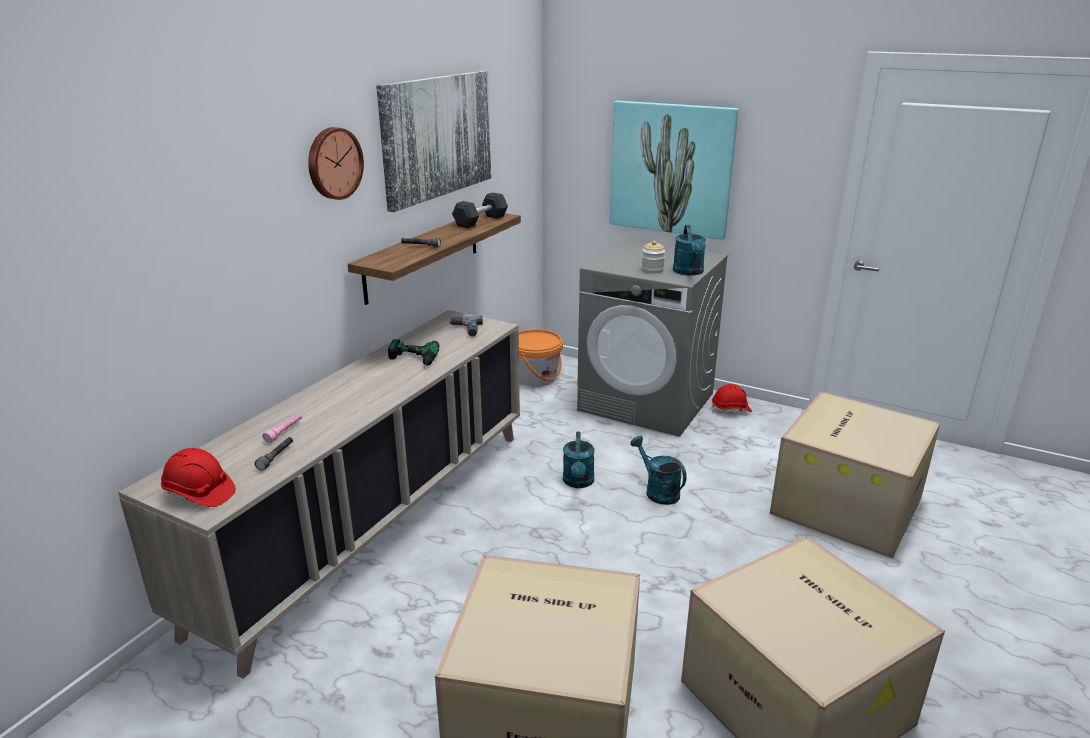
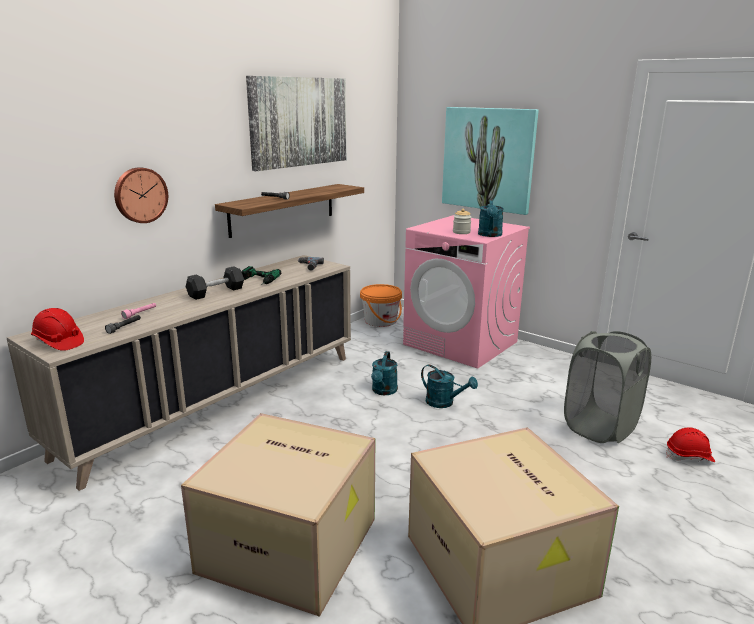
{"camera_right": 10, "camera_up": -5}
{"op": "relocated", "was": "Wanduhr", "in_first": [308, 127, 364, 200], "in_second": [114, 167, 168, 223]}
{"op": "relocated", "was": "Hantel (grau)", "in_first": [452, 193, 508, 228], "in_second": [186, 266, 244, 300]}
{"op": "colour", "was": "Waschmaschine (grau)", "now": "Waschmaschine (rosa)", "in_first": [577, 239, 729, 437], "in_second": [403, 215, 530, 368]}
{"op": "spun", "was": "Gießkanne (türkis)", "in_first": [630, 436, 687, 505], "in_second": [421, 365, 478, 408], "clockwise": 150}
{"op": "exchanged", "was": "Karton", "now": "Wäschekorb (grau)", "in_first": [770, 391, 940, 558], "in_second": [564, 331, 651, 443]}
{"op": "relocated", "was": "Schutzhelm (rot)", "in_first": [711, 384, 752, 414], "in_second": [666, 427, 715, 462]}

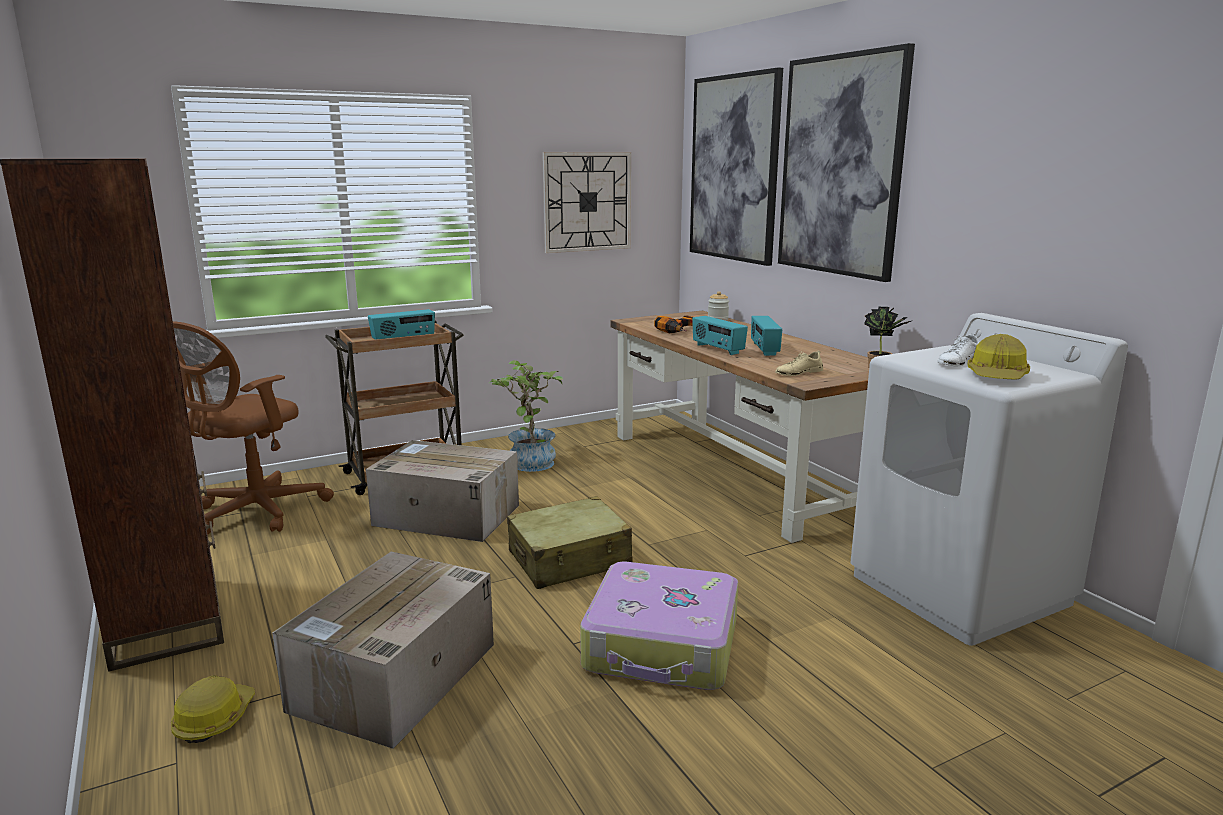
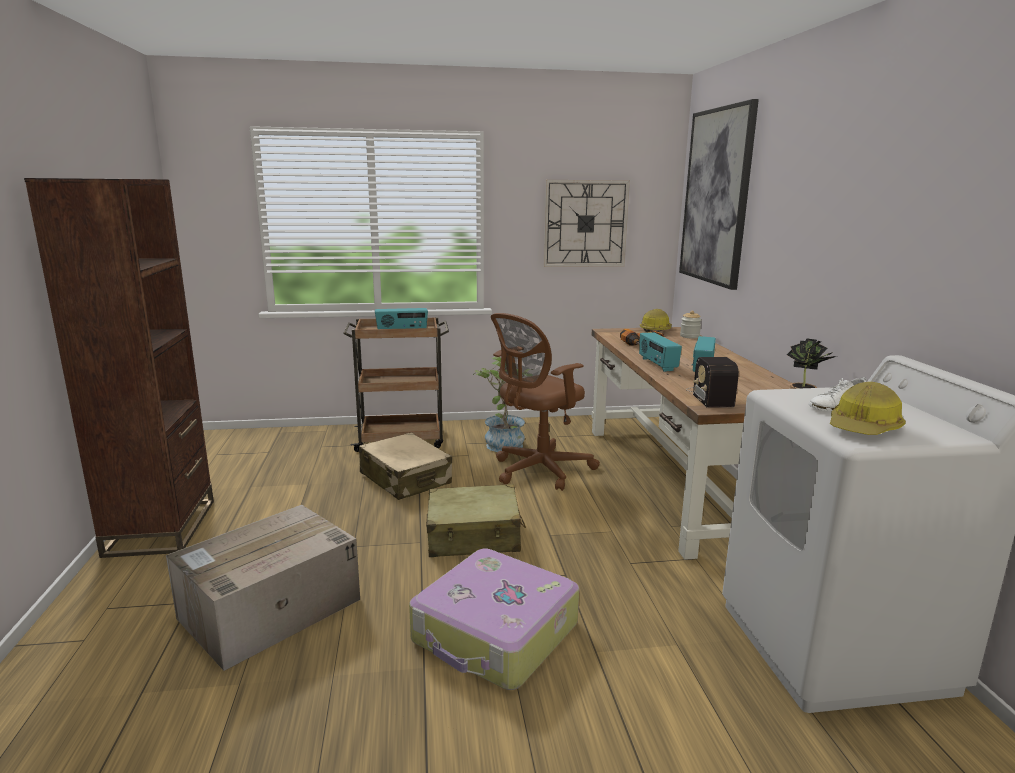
{"camera_right": 20, "camera_up": 0}
{"op": "exchanged", "was": "Karton", "now": "Koffer (beige)", "in_first": [366, 440, 519, 542], "in_second": [359, 432, 452, 500]}
{"op": "relocated", "was": "Bürostuhl (braun)", "in_first": [173, 321, 334, 534], "in_second": [491, 313, 600, 491]}
{"op": "relocated", "was": "Schutzhelm", "in_first": [171, 675, 255, 743], "in_second": [640, 309, 672, 332]}
{"op": "exchanged", "was": "Schuh (beige)", "now": "Radio", "in_first": [775, 351, 823, 376], "in_second": [686, 357, 739, 408]}
{"op": "missing", "was": "Bild", "in_first": [778, 43, 915, 282]}

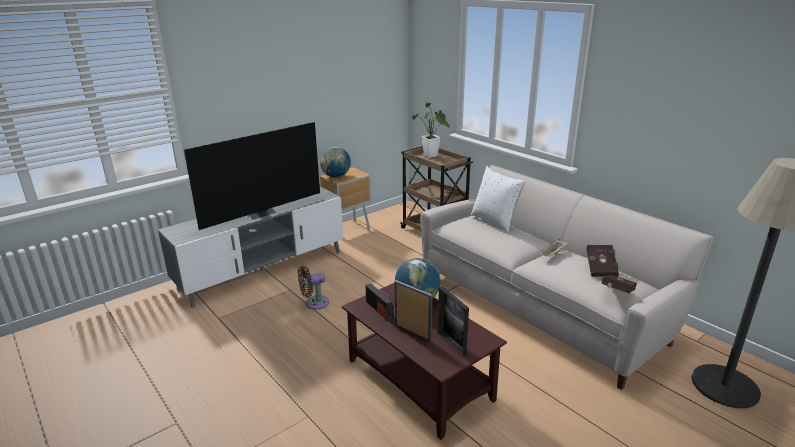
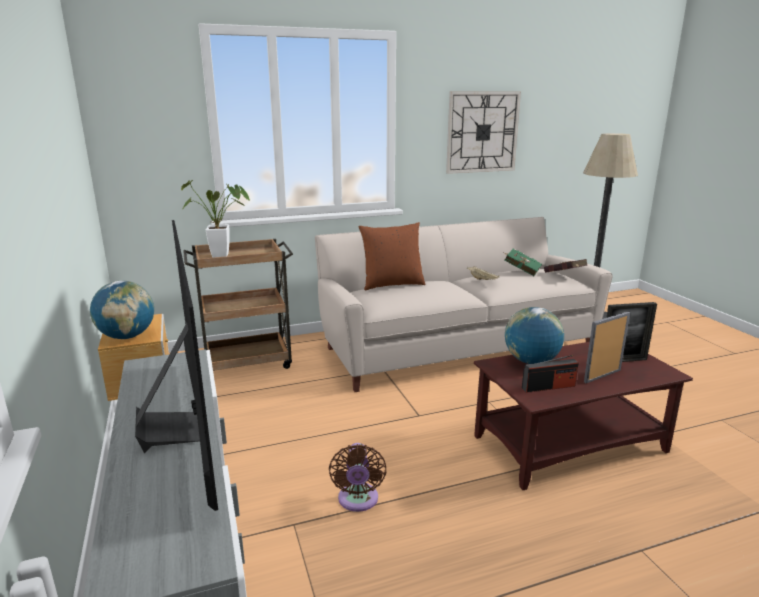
{"camera_right": -70, "camera_up": -5}
{"op": "colour", "was": "Kissen (weiß)", "now": "Kissen (braun)", "in_first": [471, 166, 526, 233], "in_second": [358, 222, 425, 290]}
{"op": "appeared", "now": "Wanduhr", "in_second": [446, 92, 521, 174]}
{"op": "colour", "was": "Buch (rot)", "now": "Buch (grün)", "in_first": [586, 244, 619, 277], "in_second": [504, 249, 542, 276]}

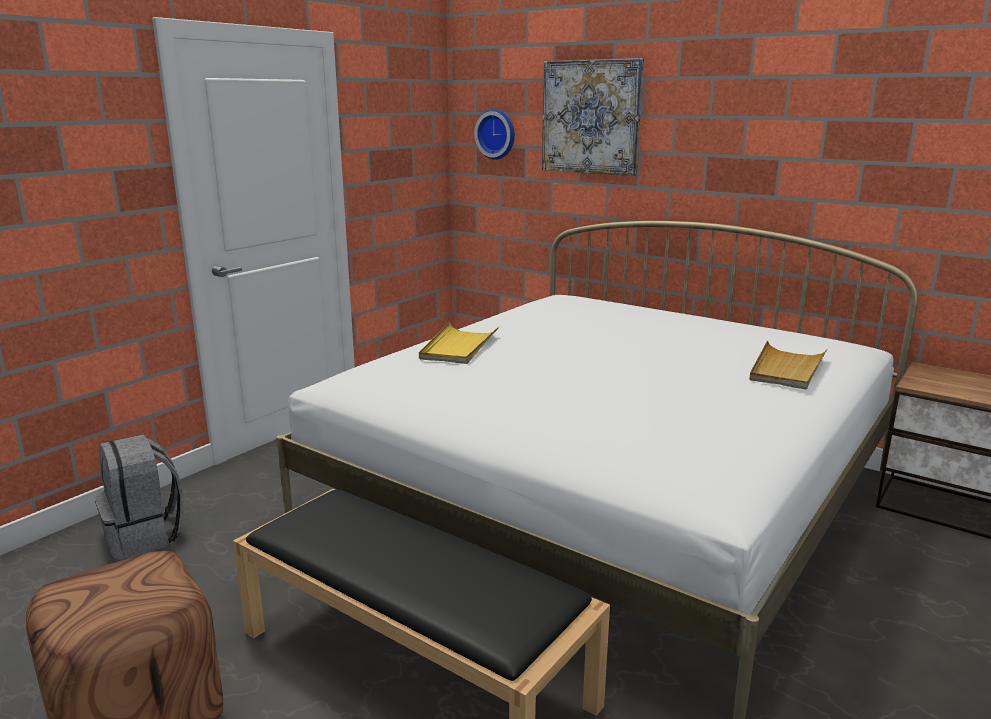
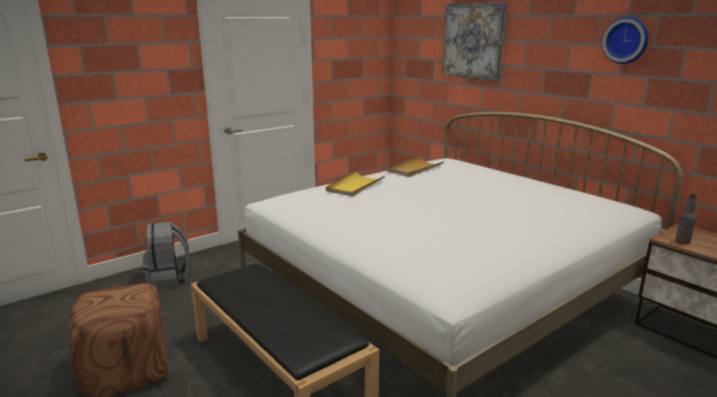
{"camera_right": 15, "camera_up": 0}
{"op": "relocated", "was": "Tablett (beige)", "in_first": [750, 341, 827, 390], "in_second": [387, 156, 444, 177]}
{"op": "relocated", "was": "Wanduhr", "in_first": [474, 109, 515, 160], "in_second": [602, 16, 649, 64]}
{"op": "appeared", "now": "Flasche", "in_second": [675, 194, 697, 244]}

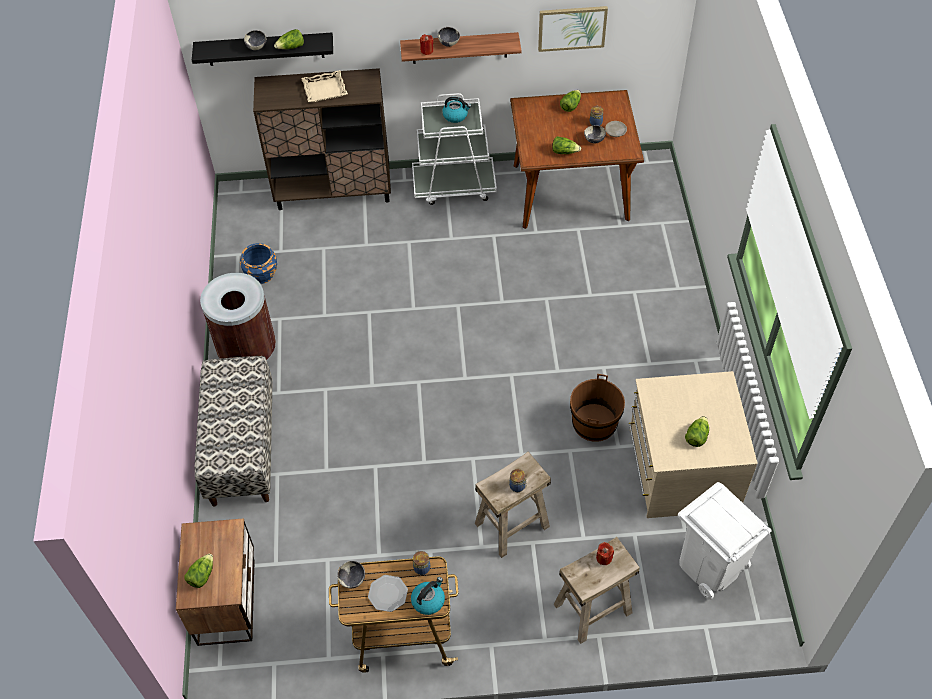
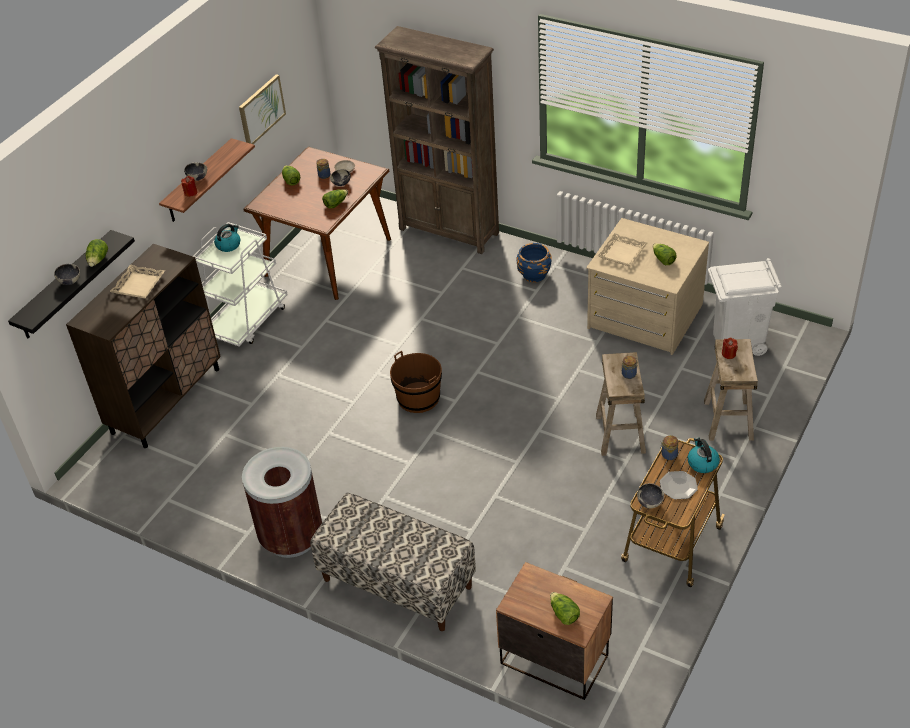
{"camera_right": -55, "camera_up": -10}
{"op": "appeared", "now": "Bücherregal (braun)", "in_second": [375, 26, 499, 254]}
{"op": "relocated", "was": "Eimer (braun)", "in_first": [570, 374, 625, 442], "in_second": [390, 351, 442, 413]}
{"op": "relocated", "was": "Pflanzkübel (blau)", "in_first": [240, 243, 277, 284], "in_second": [517, 243, 551, 282]}
{"op": "appeared", "now": "Tablett (beige)", "in_second": [597, 233, 647, 266]}

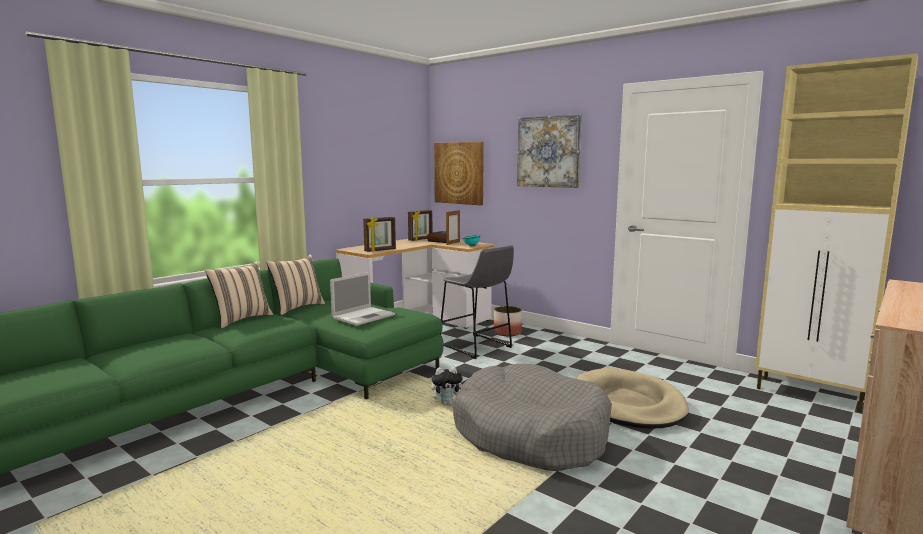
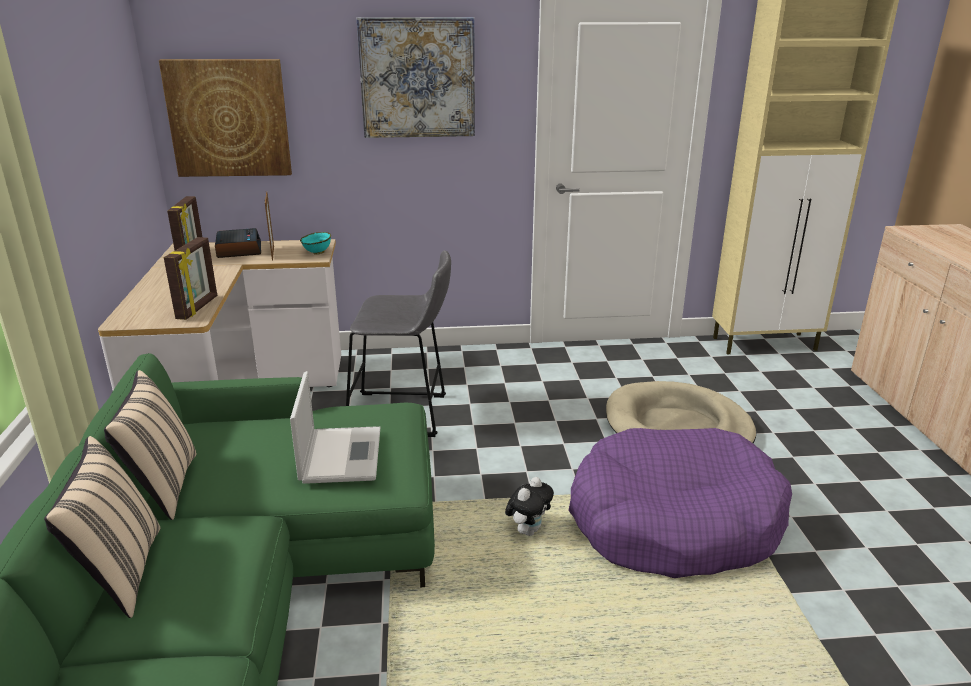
{"camera_right": -45, "camera_up": 15}
{"op": "colour", "was": "Hundebett (grau)", "now": "Hundebett (lila)", "in_first": [453, 364, 612, 471], "in_second": [568, 428, 792, 578]}
{"op": "missing", "was": "Pflanzkübel", "in_first": [494, 306, 522, 336]}

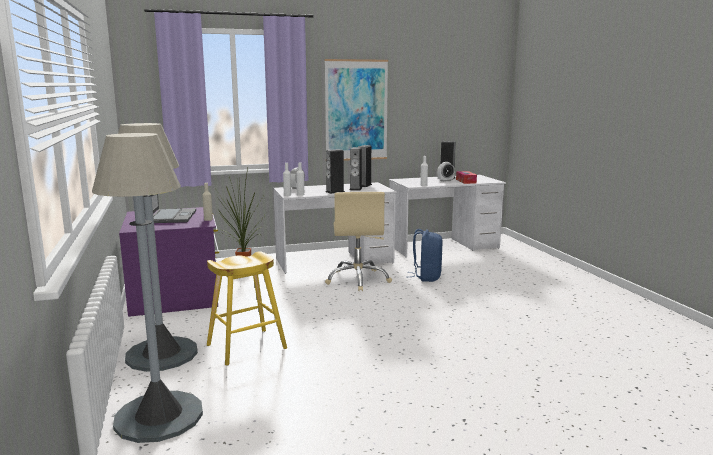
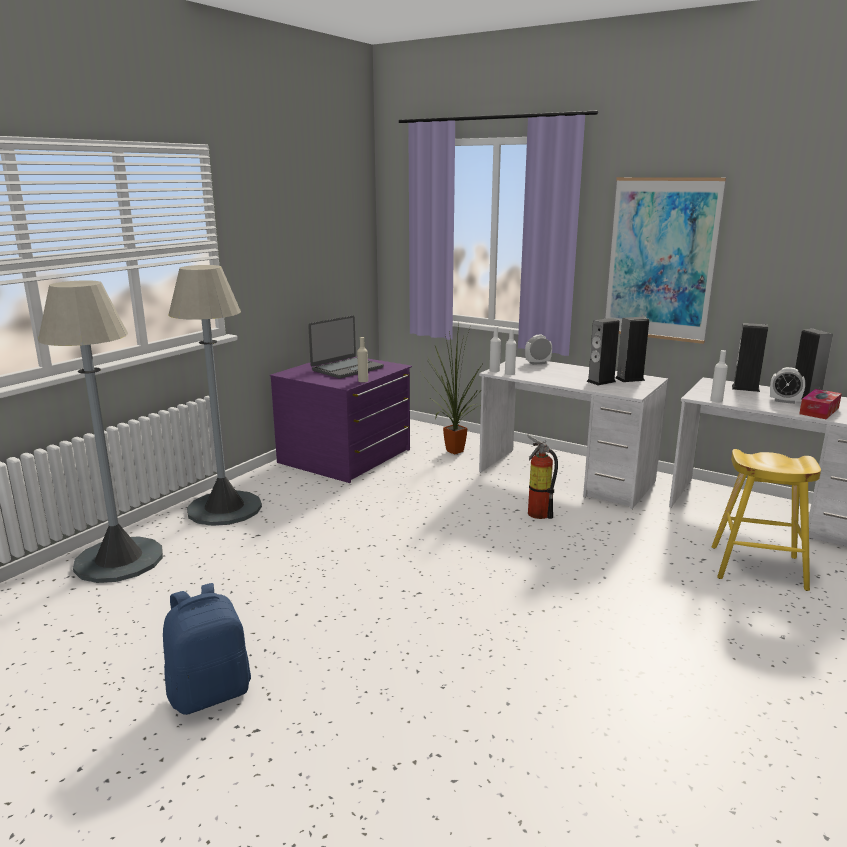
{"camera_right": 50, "camera_up": 5}
{"op": "relocated", "was": "Rucksack (blau)", "in_first": [408, 229, 443, 282], "in_second": [163, 583, 251, 715]}
{"op": "exchanged", "was": "Bürostuhl (beige)", "now": "Feuerlöscher", "in_first": [325, 192, 392, 291], "in_second": [527, 434, 558, 519]}
{"op": "relocated", "was": "Hocker (gelb)", "in_first": [207, 251, 287, 366], "in_second": [712, 449, 821, 591]}
{"op": "relocated", "was": "Lautsprecher", "in_first": [326, 149, 345, 194], "in_second": [732, 323, 768, 392]}

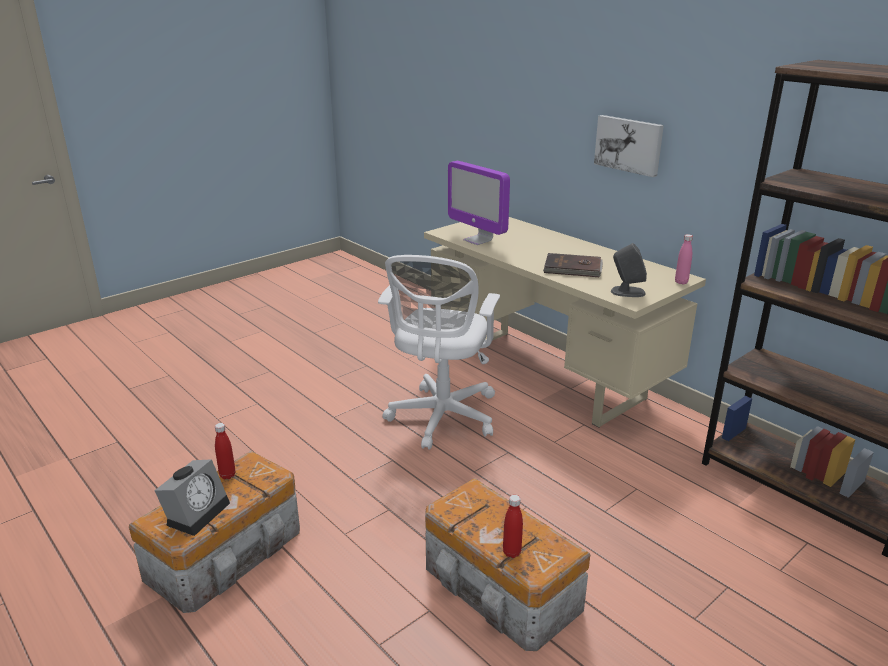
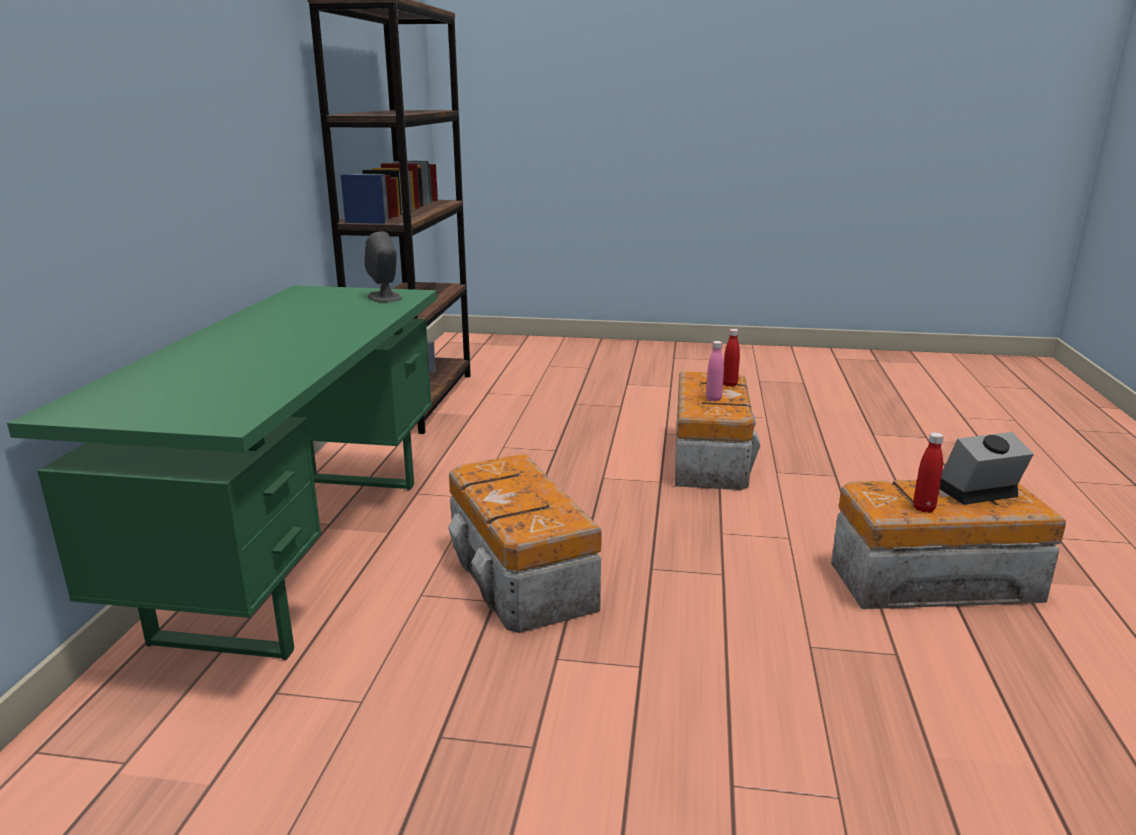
{"camera_right": -130, "camera_up": -5}
{"op": "colour", "was": "Schreibtisch (beige)", "now": "Schreibtisch (grün)", "in_first": [424, 217, 706, 428], "in_second": [7, 285, 437, 660]}
{"op": "exchanged", "was": "Bürostuhl (weiß)", "now": "Aufbewahrungsbox", "in_first": [378, 255, 500, 450], "in_second": [448, 454, 602, 633]}
{"op": "relocated", "was": "Flasche (rosa)", "in_first": [675, 234, 693, 284], "in_second": [706, 341, 724, 402]}
{"op": "missing", "was": "Monitor", "in_first": [448, 161, 510, 245]}
{"op": "missing", "was": "Buch (braun)", "in_first": [543, 253, 603, 277]}
{"op": "missing", "was": "Bild", "in_first": [594, 115, 664, 177]}

